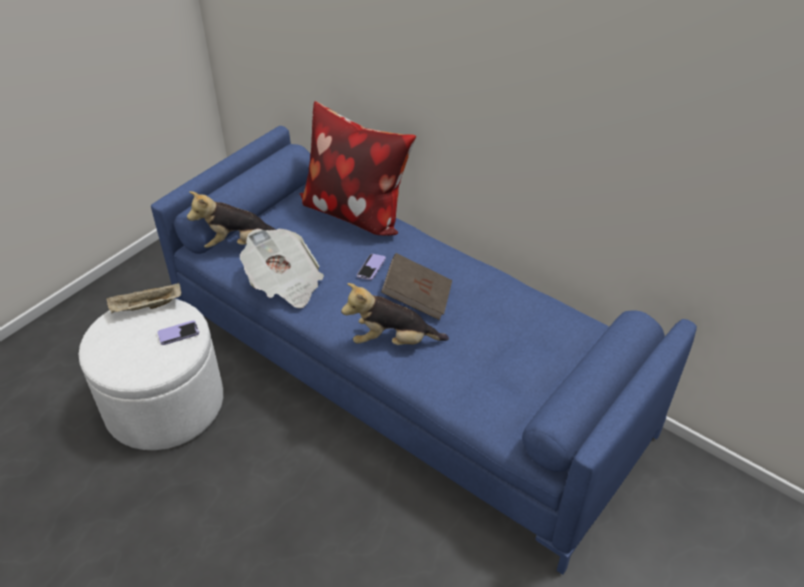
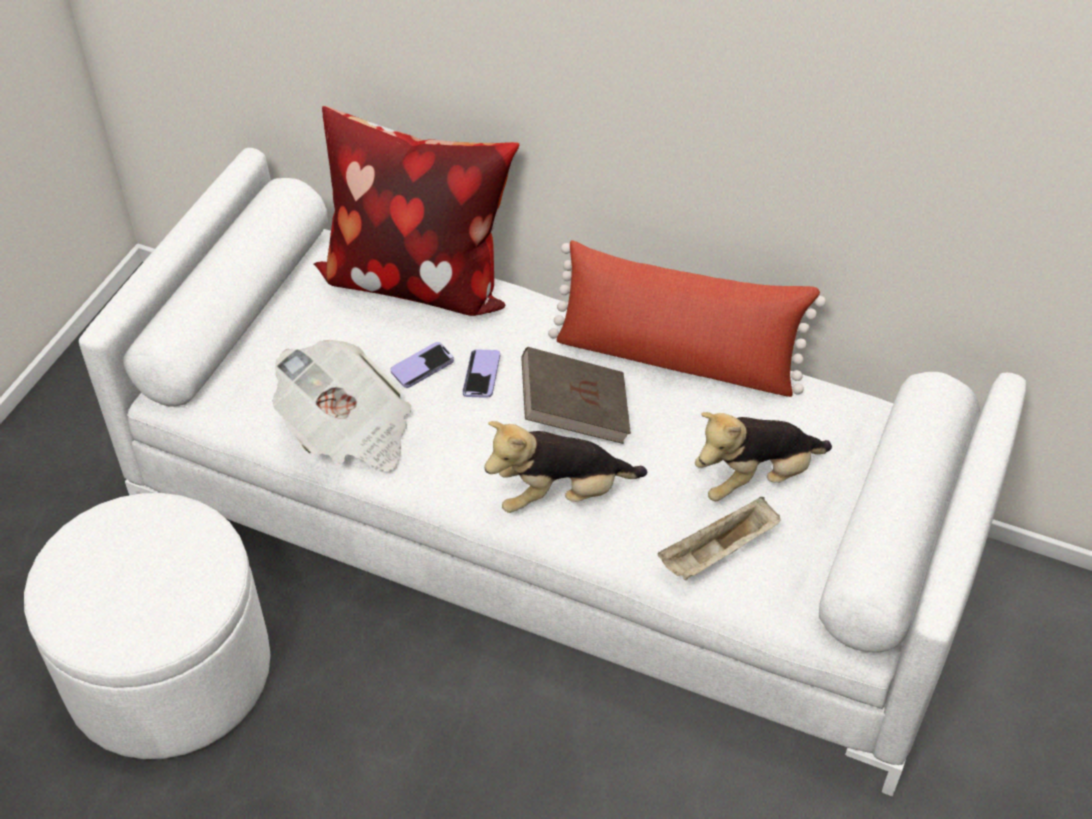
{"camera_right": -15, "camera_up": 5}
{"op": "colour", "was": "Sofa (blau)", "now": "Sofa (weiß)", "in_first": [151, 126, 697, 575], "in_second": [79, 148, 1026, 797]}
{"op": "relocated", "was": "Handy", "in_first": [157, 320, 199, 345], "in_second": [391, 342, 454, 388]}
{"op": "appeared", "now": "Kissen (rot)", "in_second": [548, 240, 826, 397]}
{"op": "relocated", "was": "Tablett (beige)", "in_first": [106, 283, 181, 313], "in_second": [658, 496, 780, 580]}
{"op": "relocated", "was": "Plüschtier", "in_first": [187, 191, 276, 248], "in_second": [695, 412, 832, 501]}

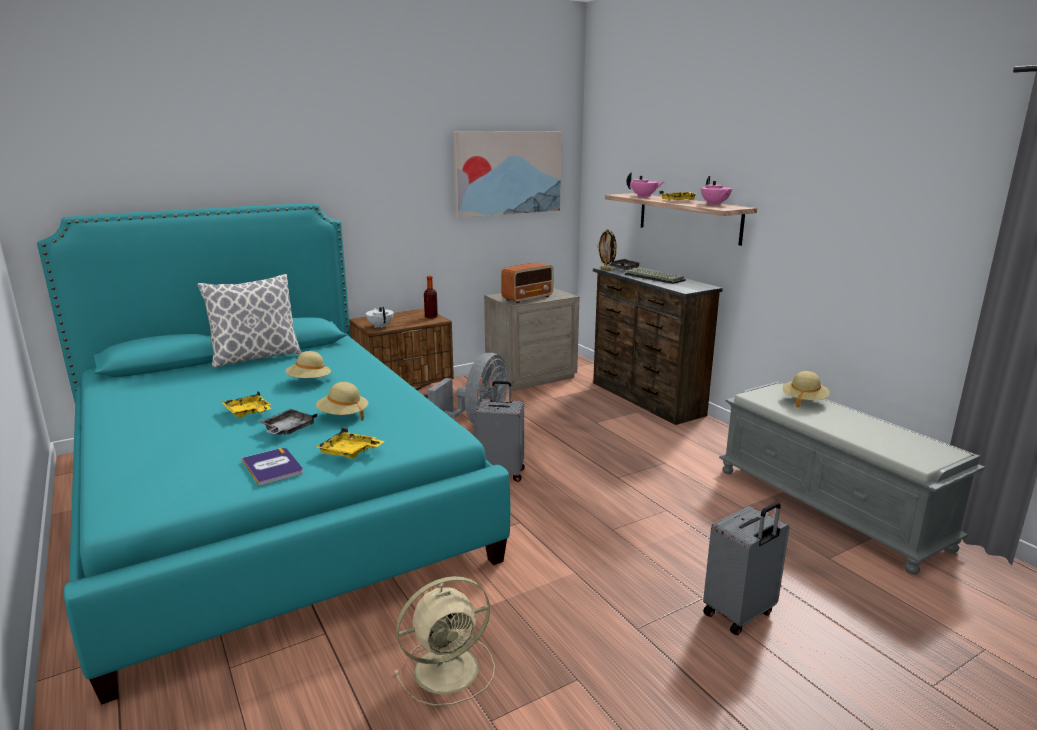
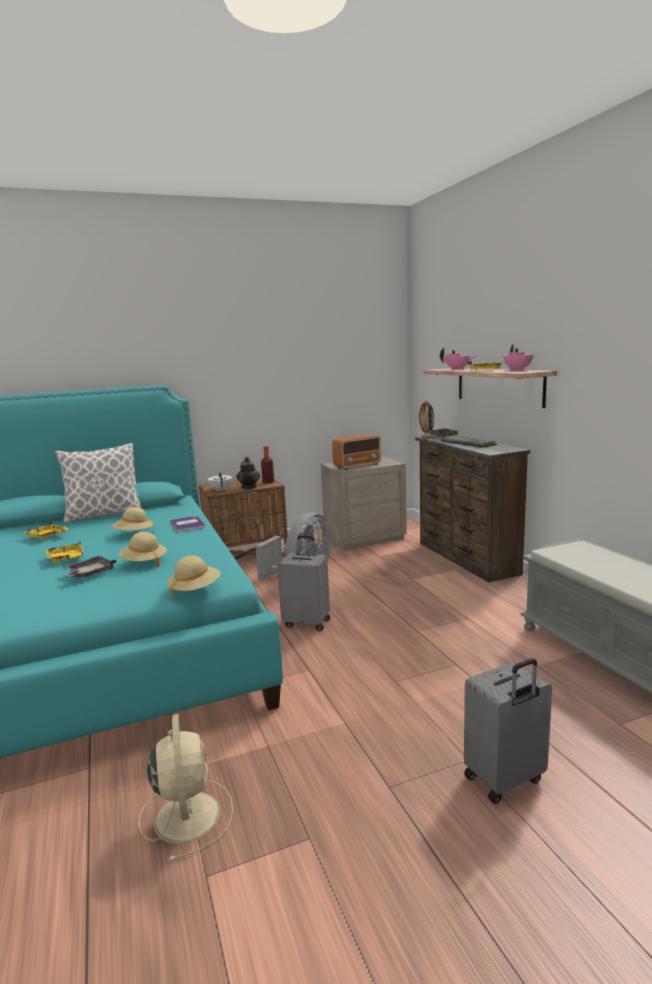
{"camera_right": 10, "camera_up": -5}
{"op": "relocated", "was": "Tablett (gelb)", "in_first": [316, 428, 385, 459], "in_second": [23, 521, 68, 539]}
{"op": "spun", "was": "Ventilator (beige)", "in_first": [394, 576, 495, 706], "in_second": [139, 714, 233, 862], "clockwise": -90}
{"op": "relocated", "was": "Hut (beige)", "in_first": [782, 371, 830, 408], "in_second": [167, 555, 220, 598]}
{"op": "relocated", "was": "Buch", "in_first": [242, 448, 303, 486], "in_second": [170, 516, 205, 532]}
{"op": "appeared", "now": "Teekanne", "in_second": [236, 457, 260, 489]}
{"op": "missing", "was": "Bild", "in_first": [453, 131, 562, 218]}

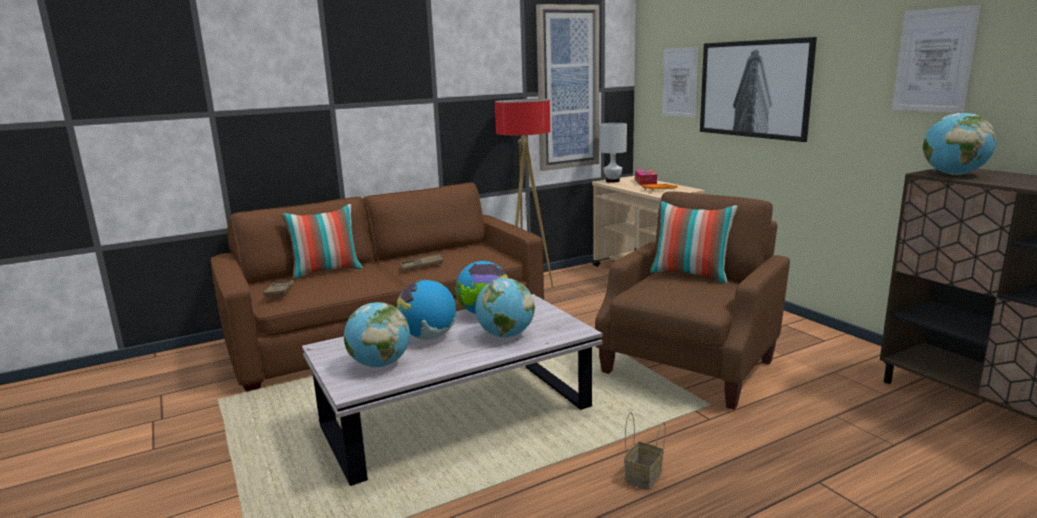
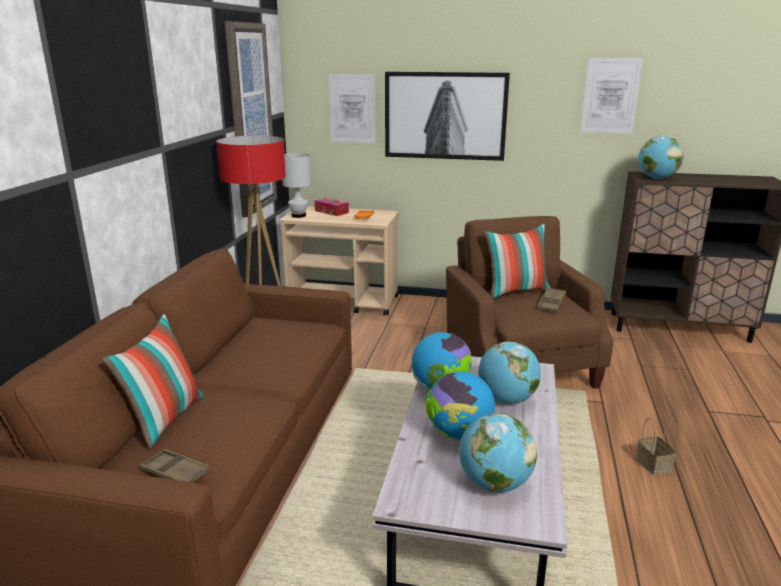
{"camera_right": -50, "camera_up": 5}
{"op": "relocated", "was": "Tablett (braun)", "in_first": [400, 254, 443, 270], "in_second": [537, 287, 566, 312]}

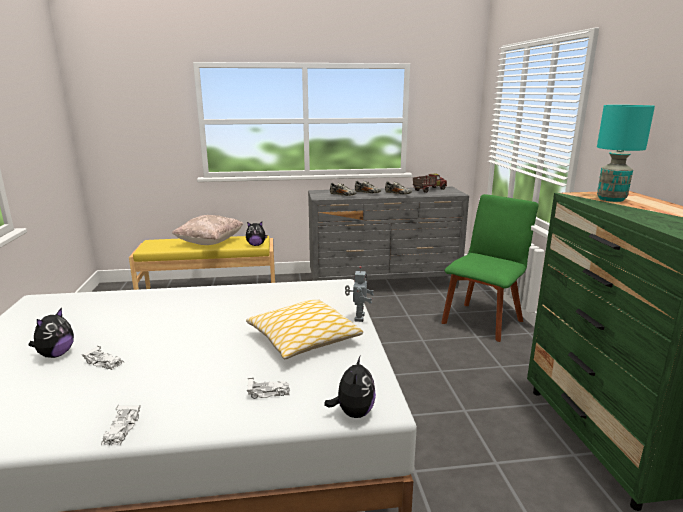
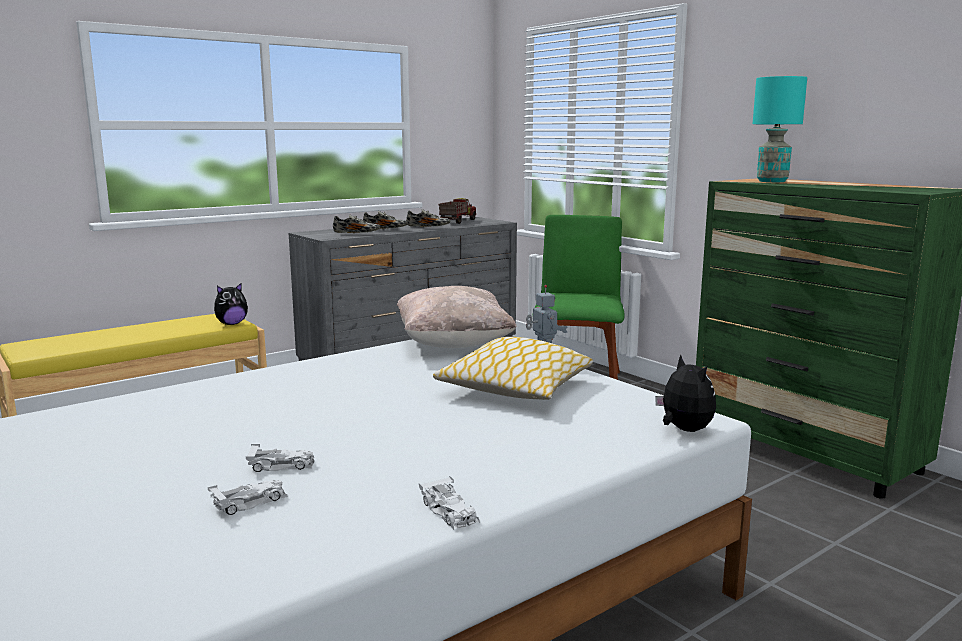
{"camera_right": -30, "camera_up": -5}
{"op": "relocated", "was": "Spielzeugauto (weiß)", "in_first": [247, 378, 290, 399], "in_second": [207, 480, 288, 515]}
{"op": "relocated", "was": "Kissen (beige)", "in_first": [172, 215, 243, 245], "in_second": [397, 286, 517, 348]}
{"op": "missing", "was": "Plüschtier", "in_first": [29, 307, 74, 358]}

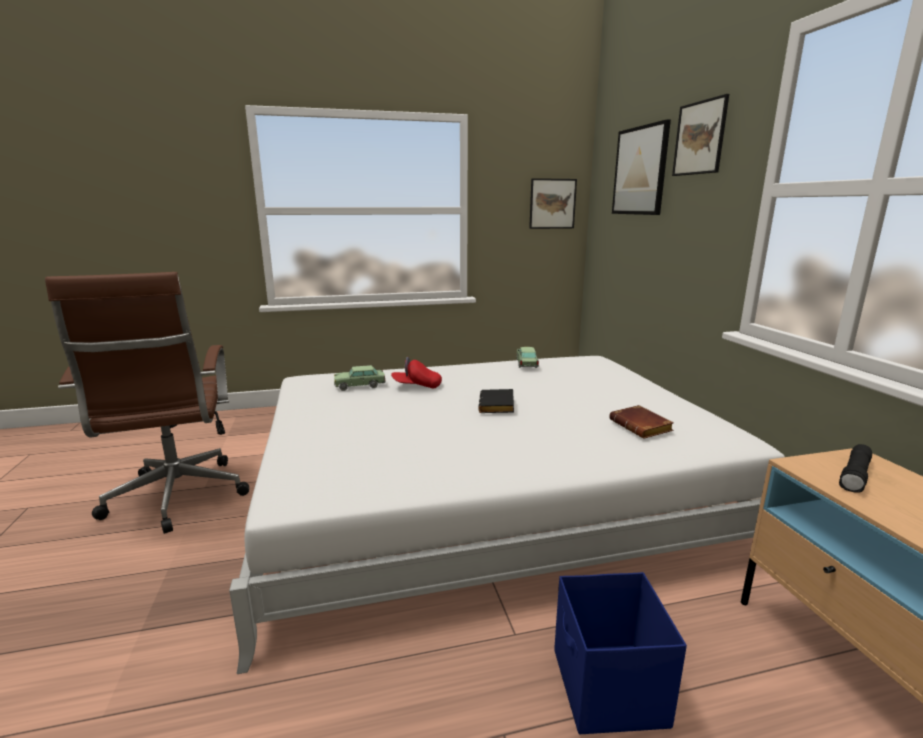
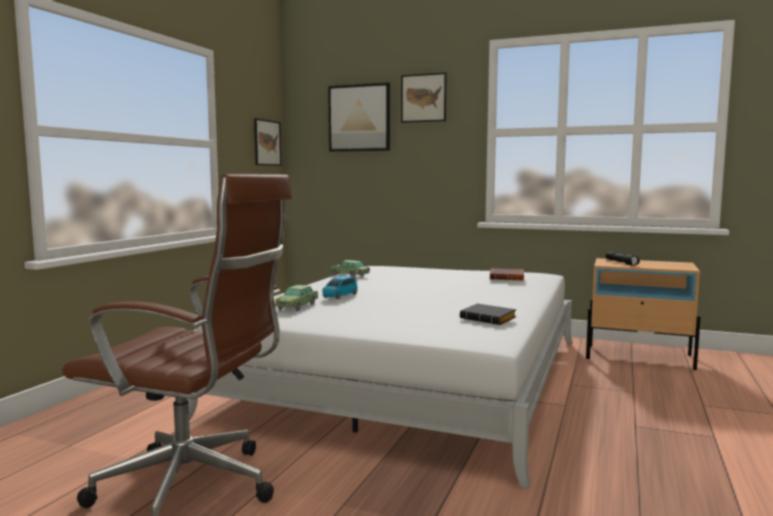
{"camera_right": -55, "camera_up": -10}
{"op": "exchanged", "was": "Kappe (rot)", "now": "Spielzeugauto (blau)", "in_first": [391, 357, 442, 389], "in_second": [322, 276, 358, 299]}
{"op": "relocated", "was": "Buch (schwarz)", "in_first": [478, 389, 514, 413], "in_second": [460, 303, 516, 325]}
{"op": "missing", "was": "Aufbewahrungsbox (blau)", "in_first": [554, 572, 687, 734]}

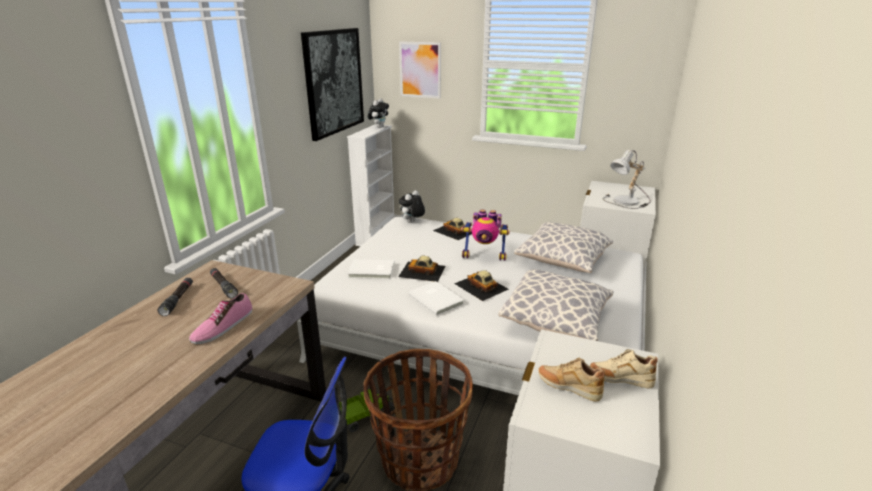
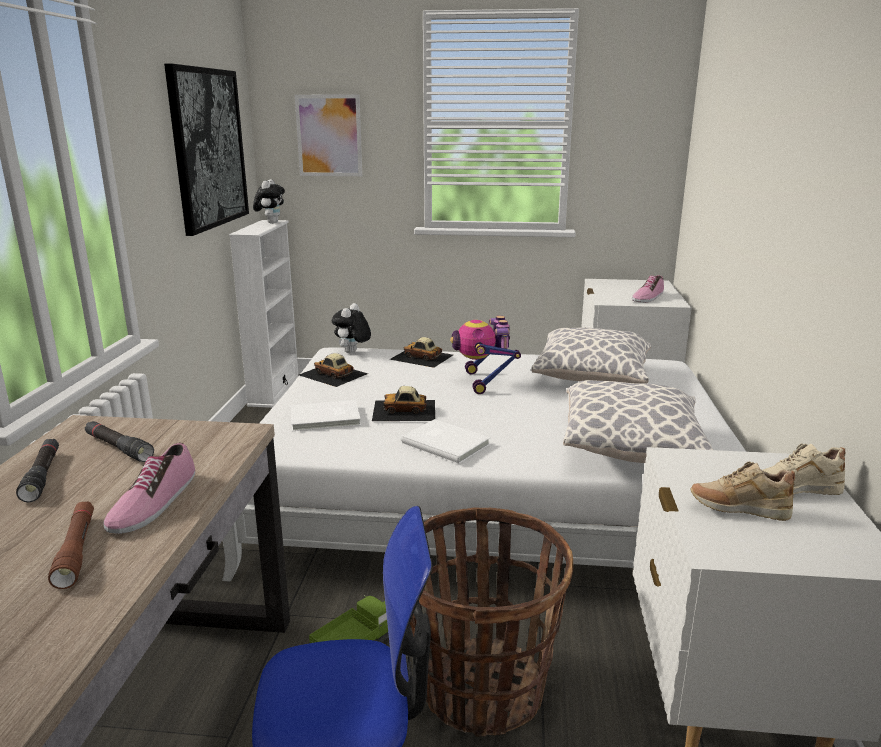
{"camera_right": -15, "camera_up": -5}
{"op": "appeared", "now": "Taschenlampe (braun)", "in_second": [48, 501, 94, 589]}
{"op": "relocated", "was": "Spielzeugauto", "in_first": [454, 270, 509, 301], "in_second": [299, 353, 368, 387]}
{"op": "spun", "was": "Spielzeugroboter", "in_first": [461, 210, 510, 261], "in_second": [450, 316, 521, 394], "clockwise": 90}
{"op": "exchanged", "was": "Tischlampe", "now": "Schuh", "in_first": [603, 150, 651, 209], "in_second": [632, 275, 664, 303]}

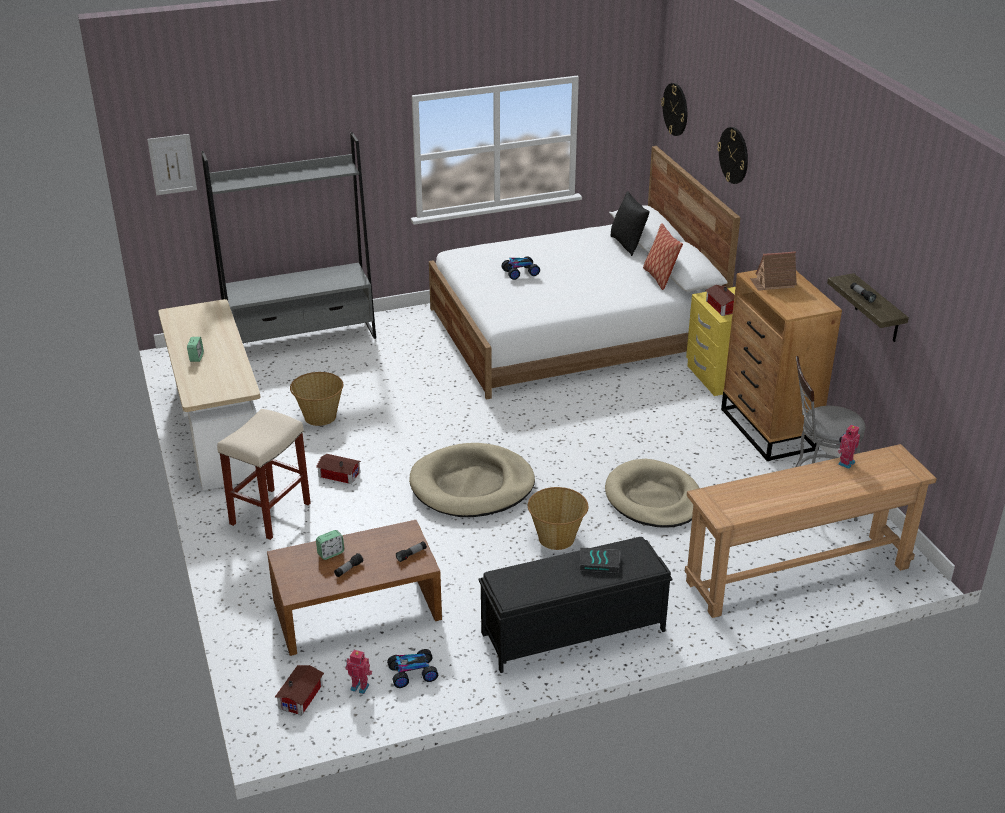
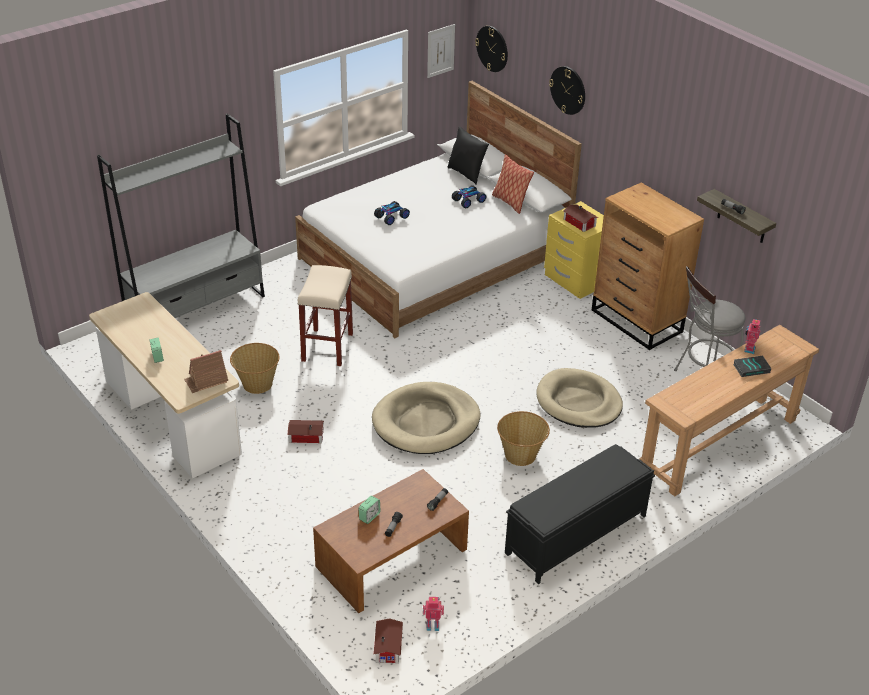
{"camera_right": -20, "camera_up": 5}
{"op": "relocated", "was": "Spielzeughaus", "in_first": [750, 251, 797, 291], "in_second": [184, 350, 228, 393]}
{"op": "relocated", "was": "Hocker (beige)", "in_first": [217, 409, 311, 540], "in_second": [297, 265, 353, 366]}
{"op": "relocated", "was": "Bild", "in_first": [147, 134, 197, 195], "in_second": [427, 24, 455, 78]}
{"op": "relocated", "was": "Spielzeugauto", "in_first": [387, 649, 438, 688], "in_second": [452, 185, 487, 208]}
{"op": "relocated", "was": "Buch", "in_first": [580, 547, 621, 573], "in_second": [733, 356, 771, 377]}

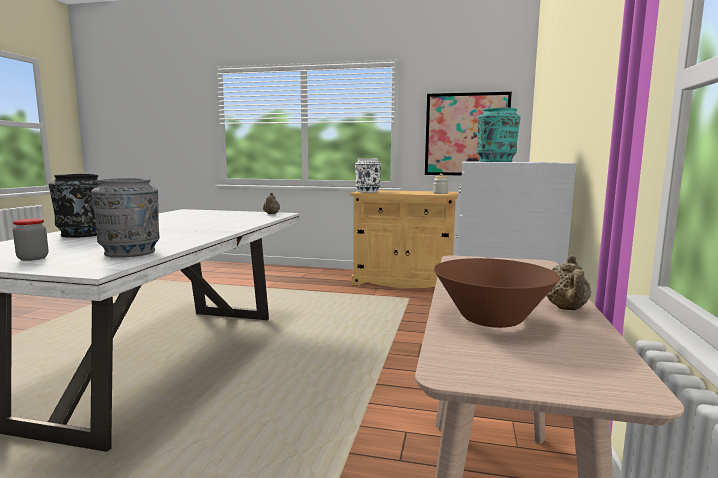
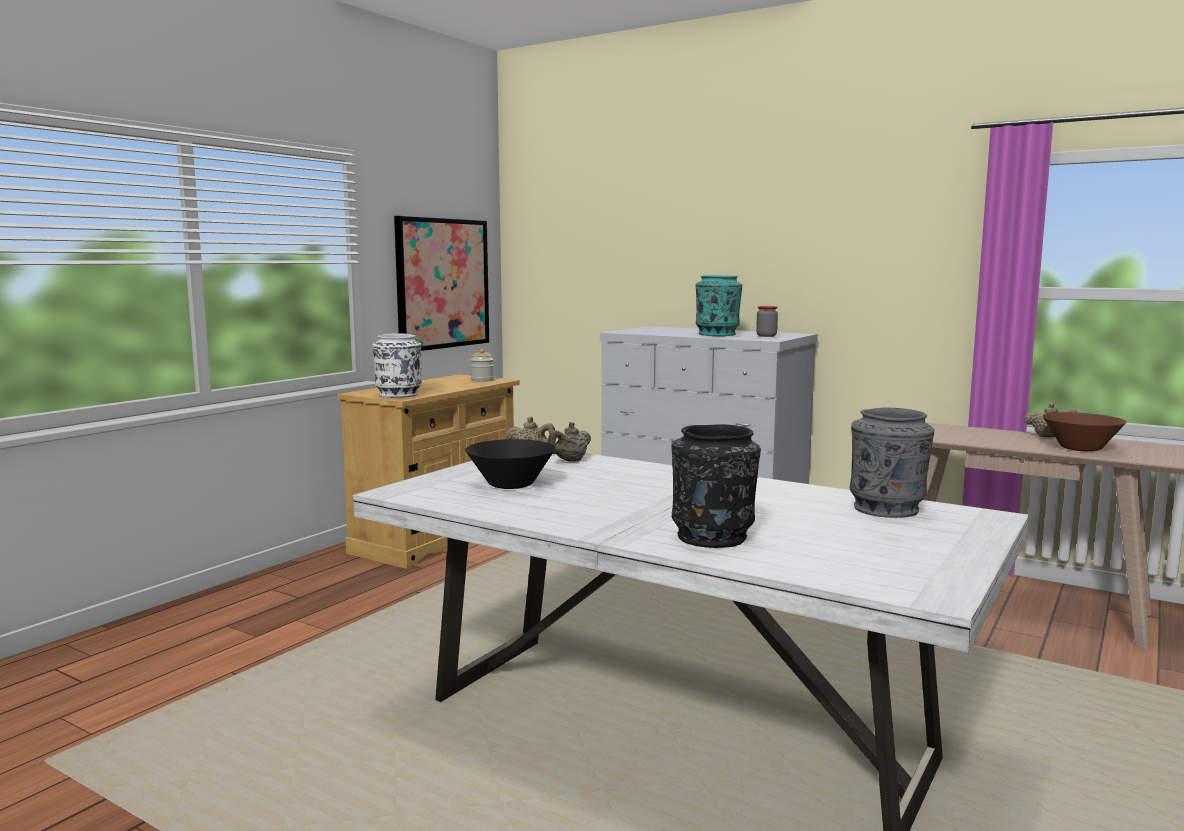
{"camera_right": -70, "camera_up": 0}
{"op": "appeared", "now": "Schüssel (schwarz)", "in_second": [465, 439, 556, 489]}
{"op": "appeared", "now": "Teekanne (beige)", "in_second": [548, 422, 591, 462]}
{"op": "relocated", "was": "Vorratsglas", "in_first": [13, 219, 48, 261], "in_second": [756, 306, 778, 337]}

